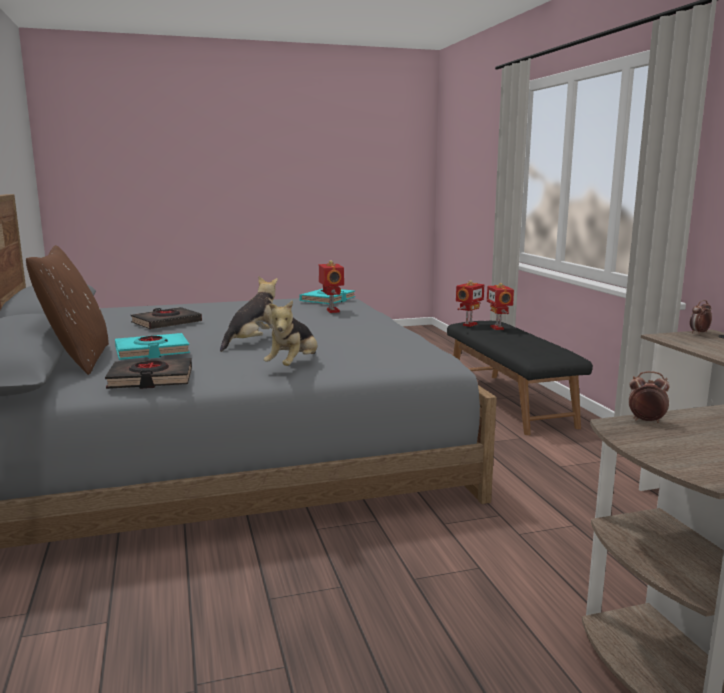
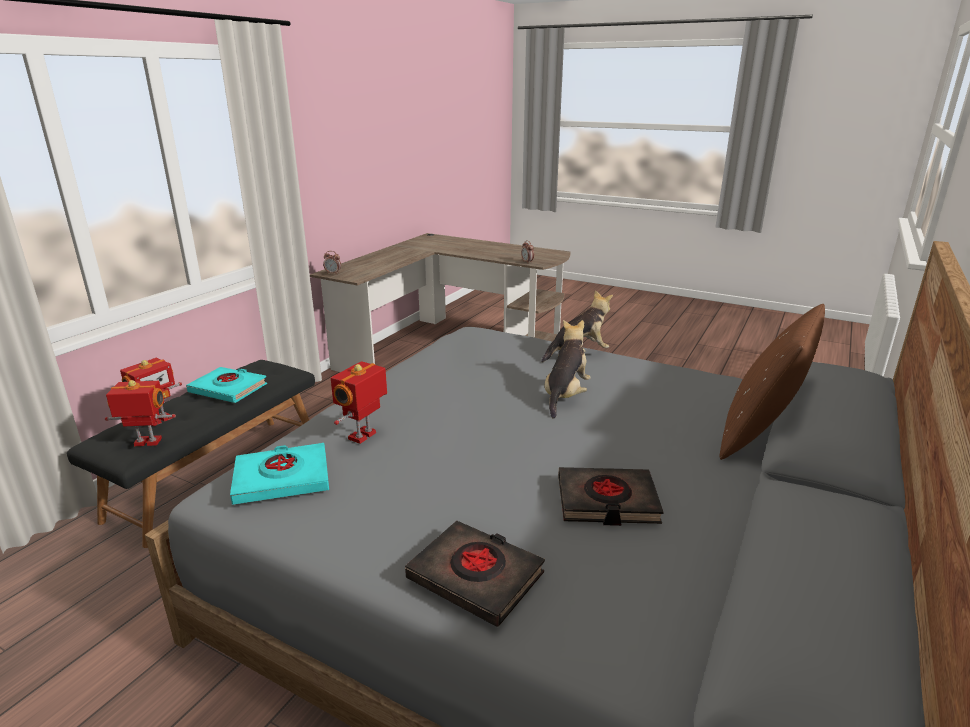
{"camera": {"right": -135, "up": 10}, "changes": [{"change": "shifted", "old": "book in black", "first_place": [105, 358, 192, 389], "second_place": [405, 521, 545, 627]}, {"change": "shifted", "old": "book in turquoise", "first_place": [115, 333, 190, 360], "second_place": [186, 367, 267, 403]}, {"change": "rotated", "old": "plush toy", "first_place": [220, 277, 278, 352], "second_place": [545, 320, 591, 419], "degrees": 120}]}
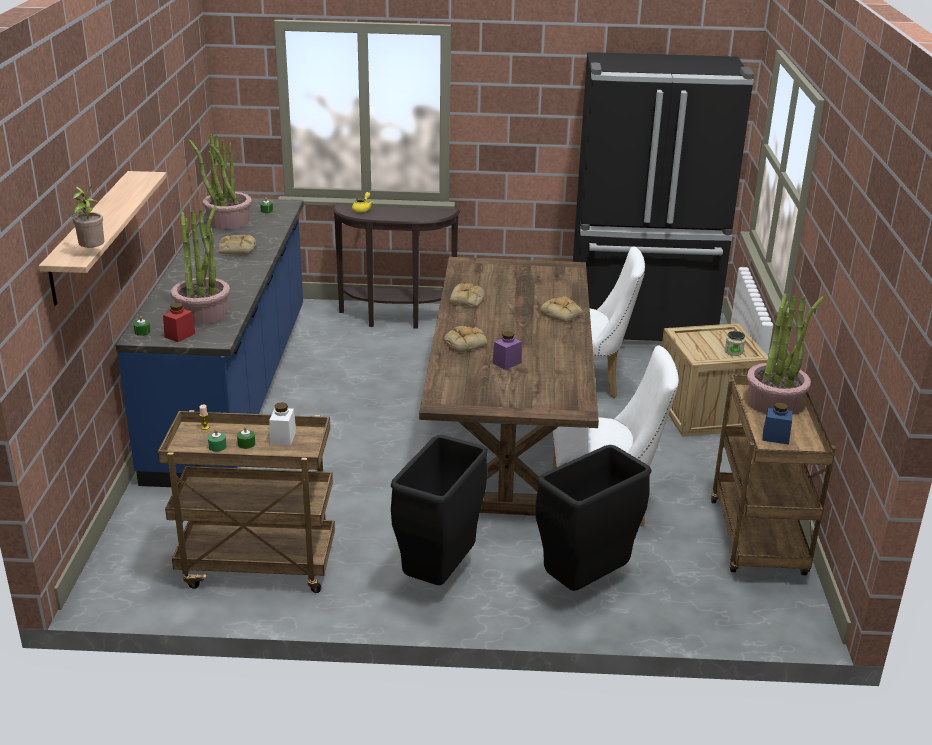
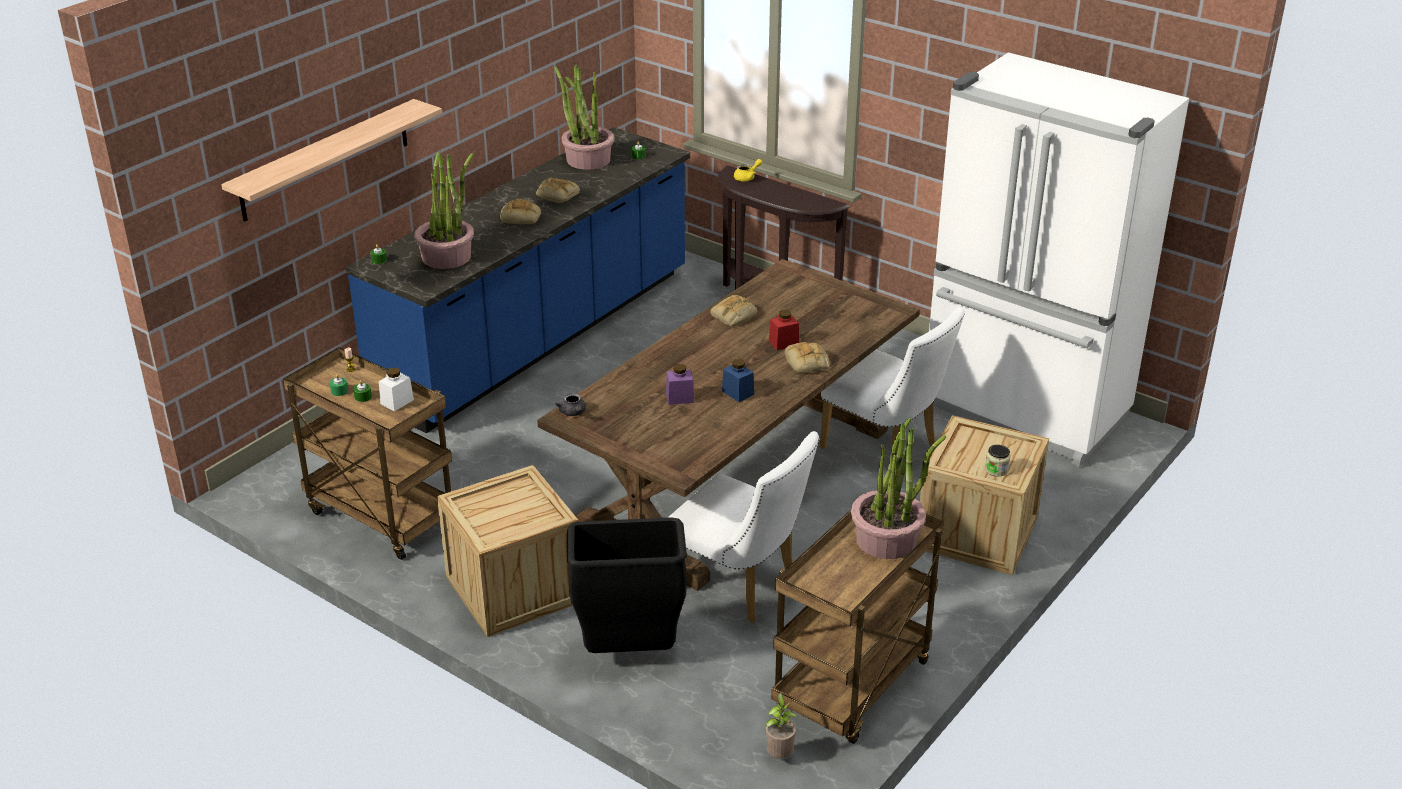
{"camera": {"right": 35, "up": 5}, "changes": [{"change": "new", "new": "teapot in grey", "second_place": [555, 393, 586, 416]}, {"change": "shifted", "old": "potted plant", "first_place": [72, 186, 104, 248], "second_place": [765, 693, 798, 759]}, {"change": "shifted", "old": "jar in red", "first_place": [163, 303, 195, 342], "second_place": [769, 310, 799, 350]}, {"change": "shifted", "old": "bread", "first_place": [444, 326, 487, 353], "second_place": [500, 198, 541, 224]}, {"change": "shifted", "old": "jar in blue", "first_place": [762, 403, 793, 445], "second_place": [722, 359, 754, 402]}, {"change": "swapped", "old": "trash can in black", "new": "crate", "first_place": [391, 435, 488, 585], "second_place": [437, 465, 579, 637]}, {"change": "repainted", "old": "fridge in black", "new": "fridge in white", "first_place": [573, 52, 754, 349], "second_place": [929, 52, 1189, 467]}]}
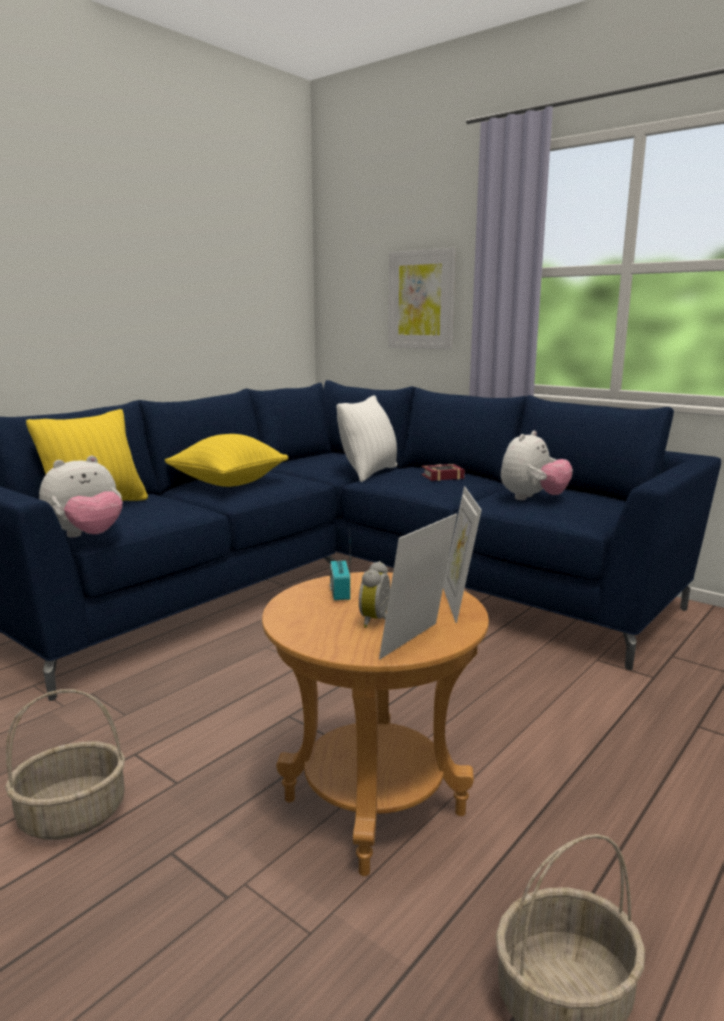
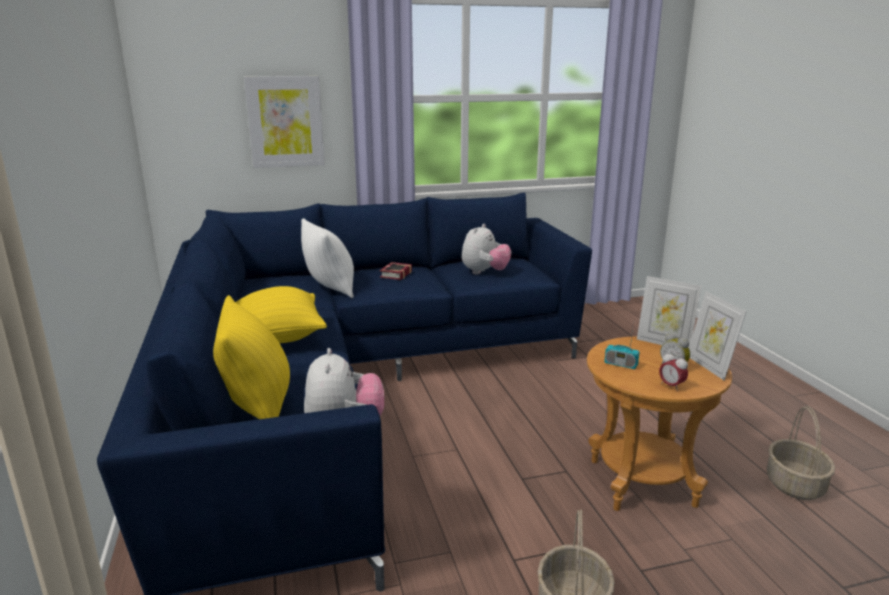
{"camera": {"right": -55, "up": 5}, "changes": [{"change": "new", "new": "alarm clock", "second_place": [659, 351, 688, 391]}, {"change": "rotated", "old": "plush toy", "first_place": [501, 431, 573, 500], "second_place": [462, 224, 511, 274], "degrees": 45}]}
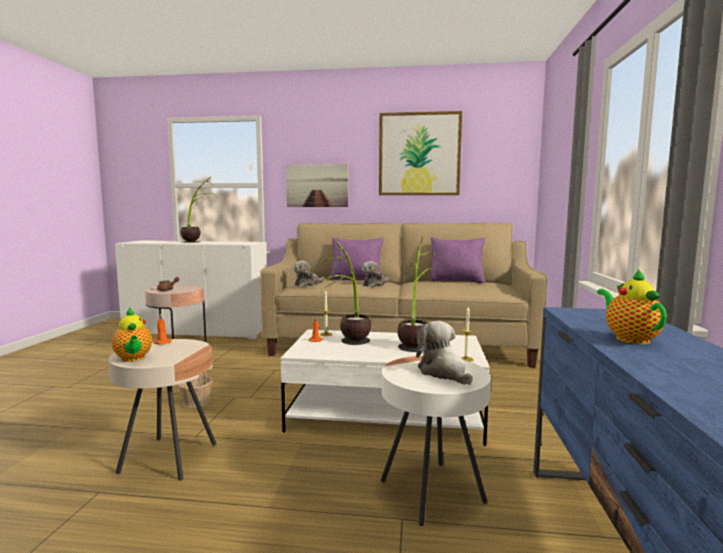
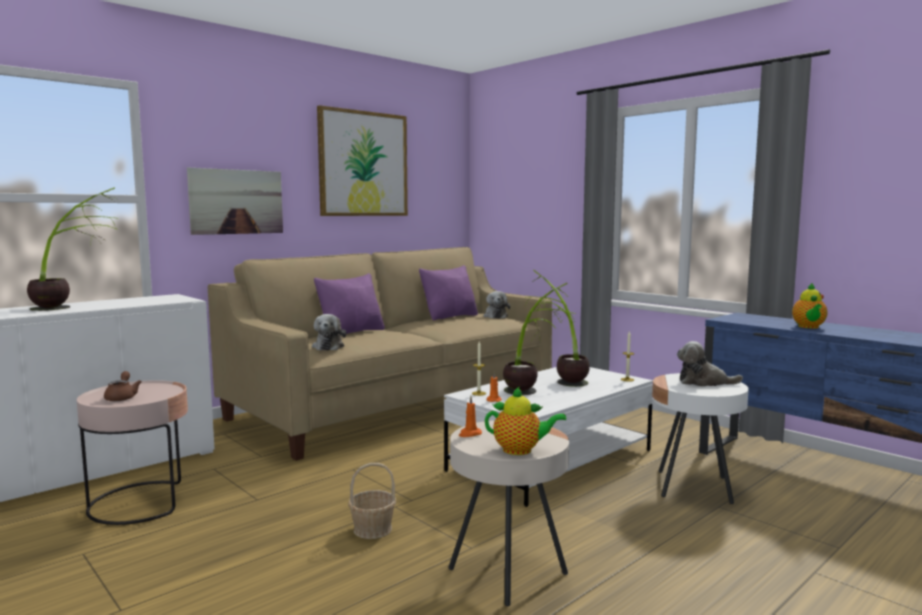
{"camera": {"right": -50, "up": 0}, "changes": [{"change": "shifted", "old": "plush toy", "first_place": [362, 261, 389, 287], "second_place": [483, 291, 510, 319]}, {"change": "rotated", "old": "teapot", "first_place": [597, 269, 667, 344], "second_place": [792, 283, 828, 329], "degrees": -105}]}
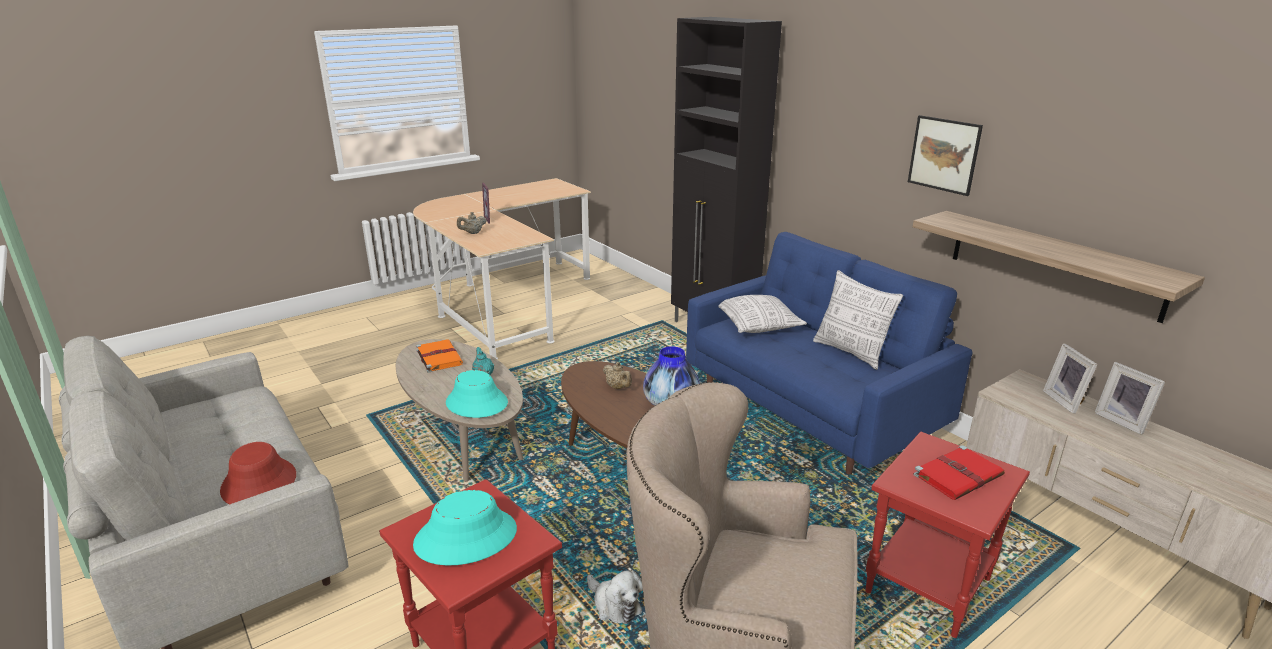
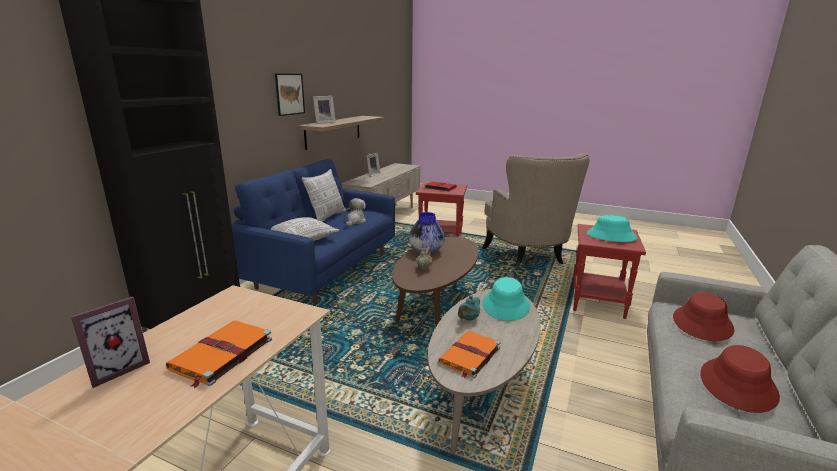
{"camera": {"right": -120, "up": -5}, "changes": [{"change": "new", "new": "hat in red", "second_place": [700, 345, 780, 413]}, {"change": "shifted", "old": "plush toy", "first_place": [587, 571, 643, 624], "second_place": [346, 198, 366, 226]}, {"change": "shifted", "old": "picture frame", "first_place": [1043, 344, 1098, 414], "second_place": [313, 96, 336, 123]}, {"change": "swapped", "old": "teapot in beige", "new": "book in orange", "first_place": [457, 212, 487, 234], "second_place": [166, 321, 272, 388]}]}
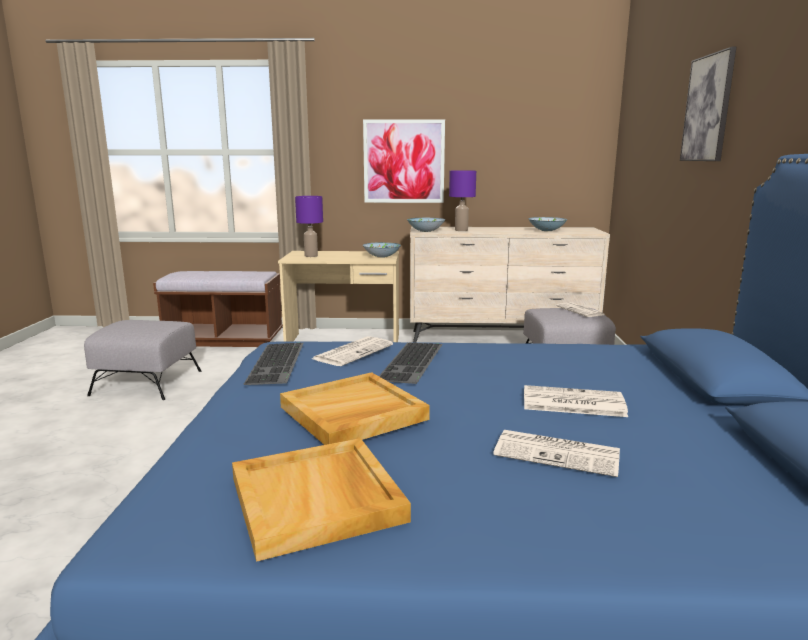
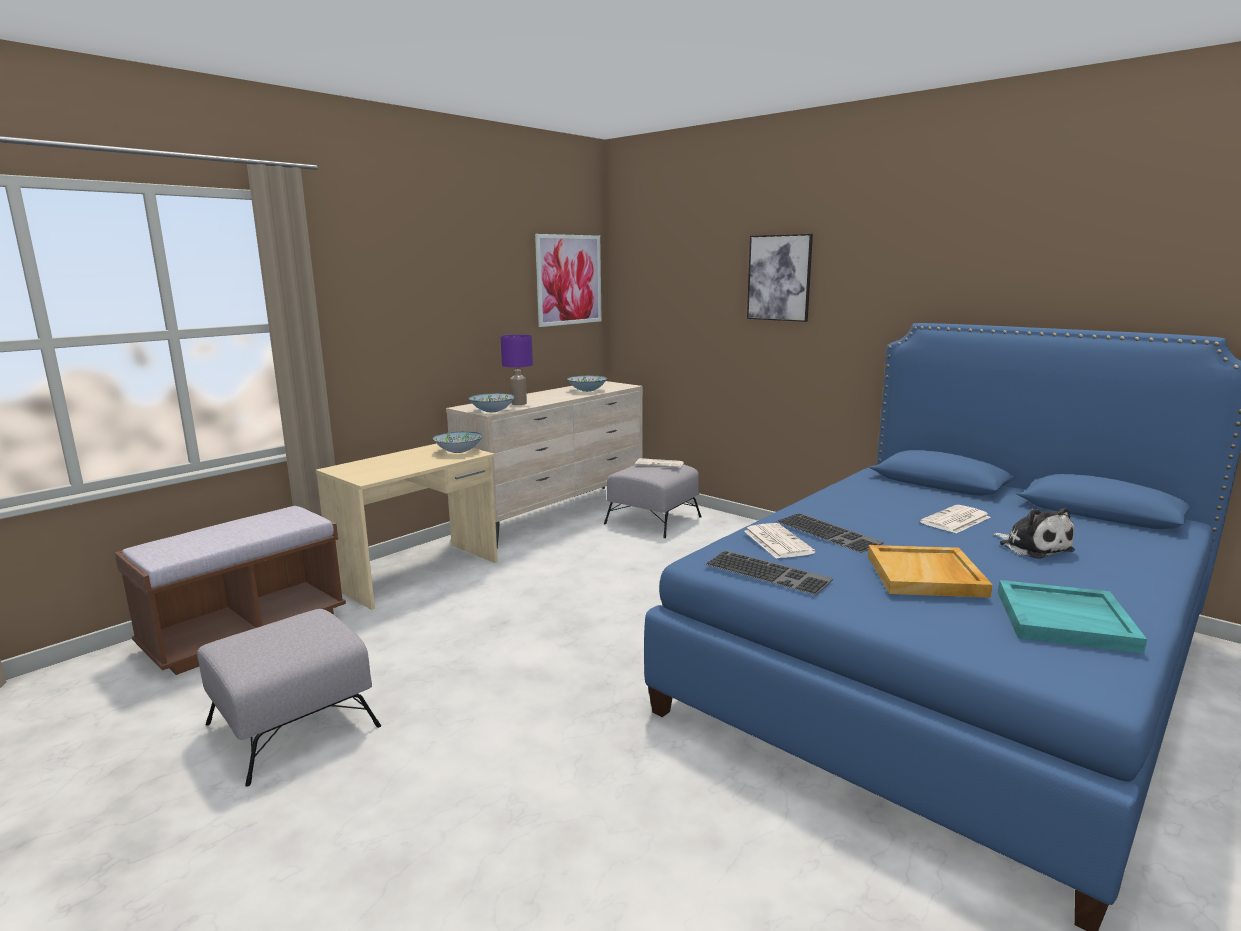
{"camera": {"right": -50, "up": 0}, "changes": [{"change": "gone", "old": "table lamp in purple", "first_place": [295, 196, 323, 257]}, {"change": "shifted", "old": "picture", "first_place": [363, 119, 445, 203], "second_place": [535, 234, 602, 327]}, {"change": "swapped", "old": "newspaper", "new": "plush toy", "first_place": [493, 430, 620, 477], "second_place": [993, 508, 1075, 559]}, {"change": "repainted", "old": "tray in beige", "new": "tray in turquoise", "first_place": [232, 438, 411, 562], "second_place": [998, 580, 1147, 654]}]}
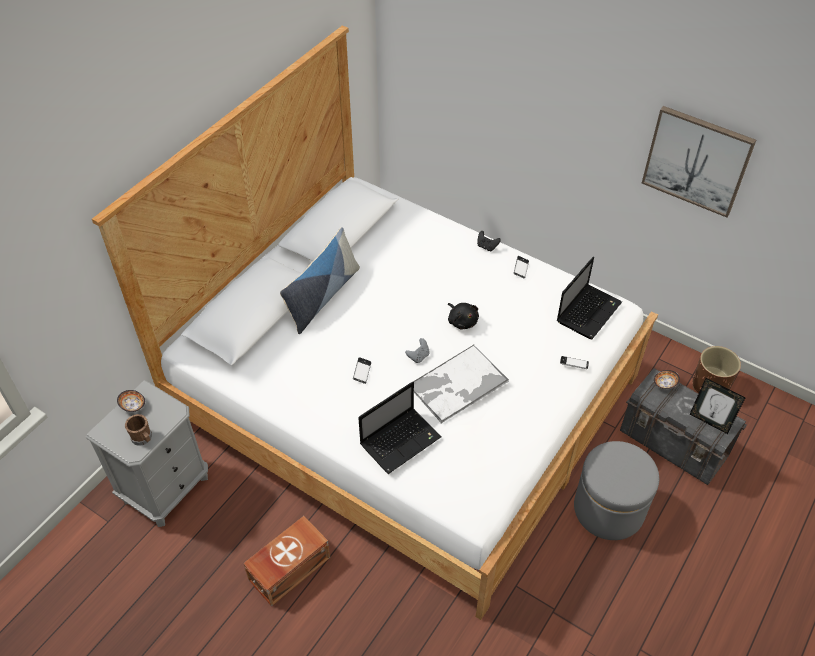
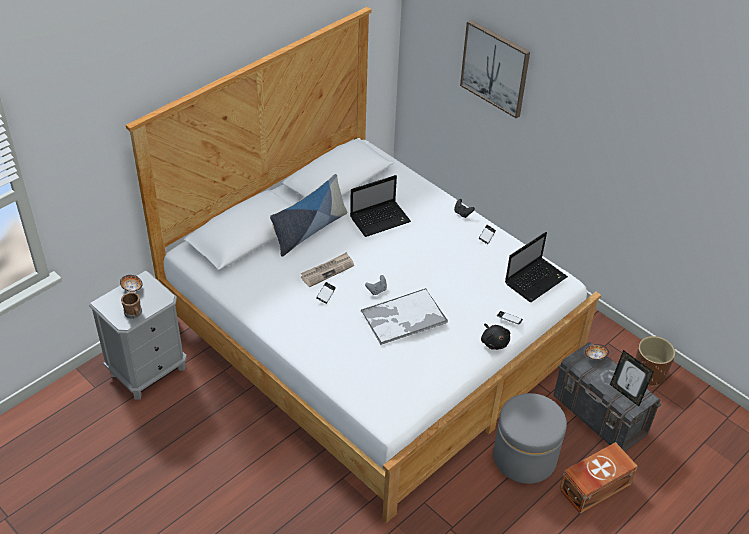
{"camera": {"right": 10, "up": -5}, "changes": [{"change": "new", "new": "newspaper", "second_place": [301, 252, 354, 287]}, {"change": "shifted", "old": "storage box in brown", "first_place": [243, 516, 330, 606], "second_place": [559, 442, 638, 514]}, {"change": "shifted", "old": "laptop", "first_place": [358, 381, 442, 474], "second_place": [350, 175, 411, 237]}, {"change": "shifted", "old": "plush toy in black", "first_place": [448, 303, 479, 329], "second_place": [481, 323, 510, 350]}, {"change": "shifted", "old": "picture", "first_place": [642, 106, 756, 218], "second_place": [460, 20, 530, 119]}]}
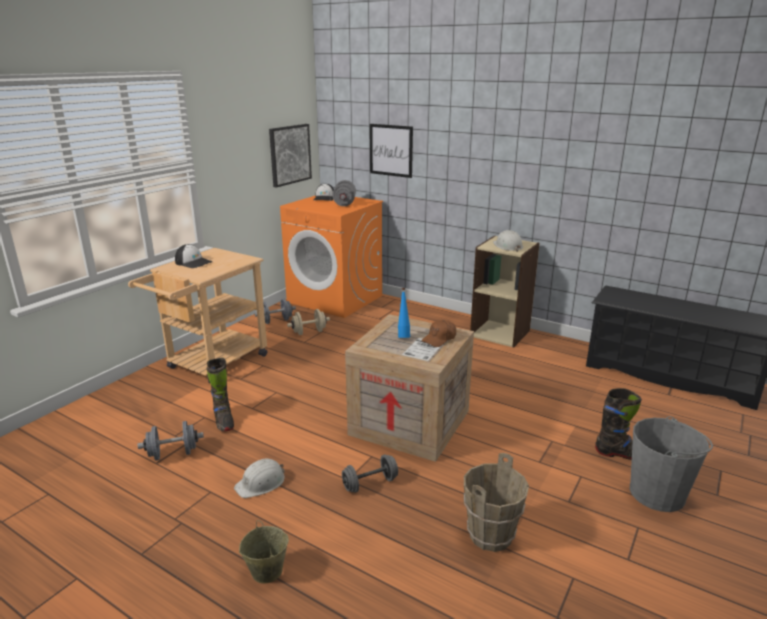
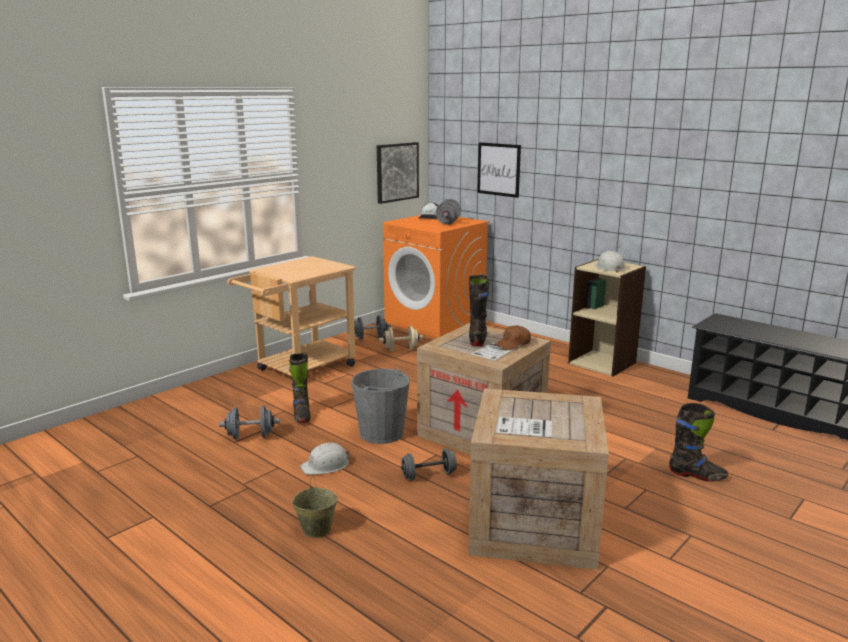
{"camera": {"right": 10, "up": -5}, "changes": [{"change": "gone", "old": "cap", "first_place": [175, 244, 212, 268]}, {"change": "shifted", "old": "bucket in grey", "first_place": [629, 416, 713, 512], "second_place": [352, 367, 410, 444]}, {"change": "swapped", "old": "bottle in blue", "new": "boot in black", "first_place": [398, 288, 410, 338], "second_place": [469, 275, 490, 346]}, {"change": "swapped", "old": "bucket in brown", "new": "crate", "first_place": [464, 453, 529, 552], "second_place": [468, 388, 609, 570]}]}
